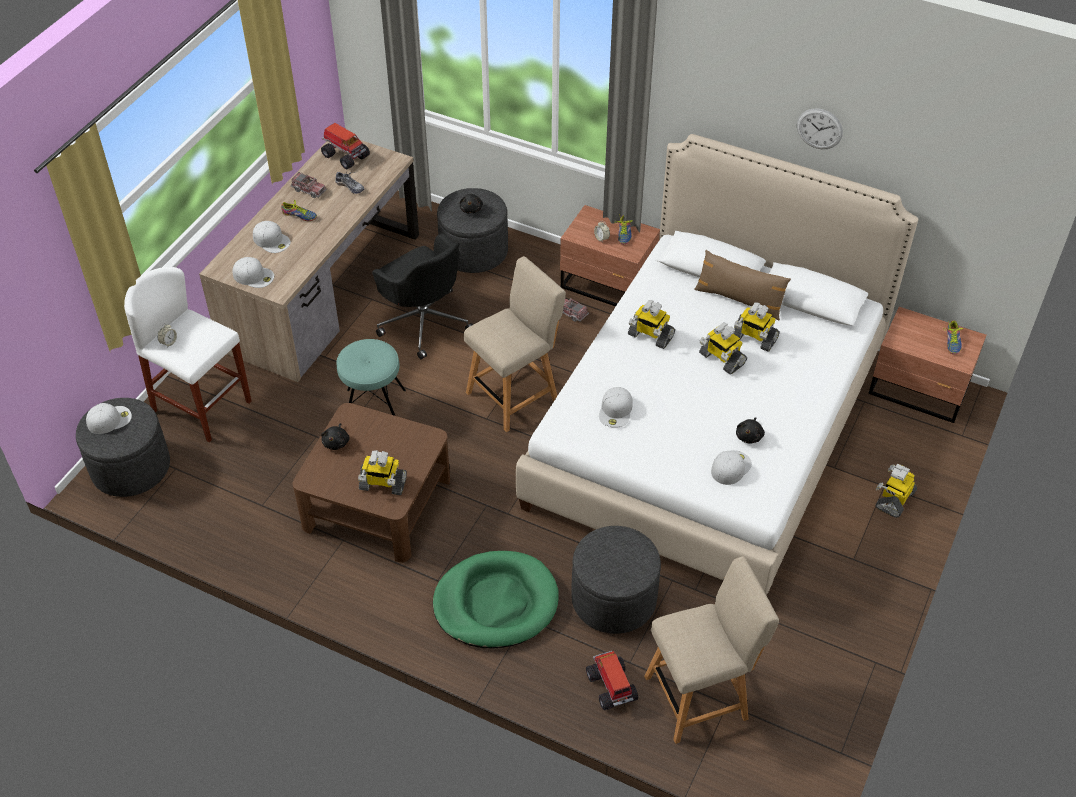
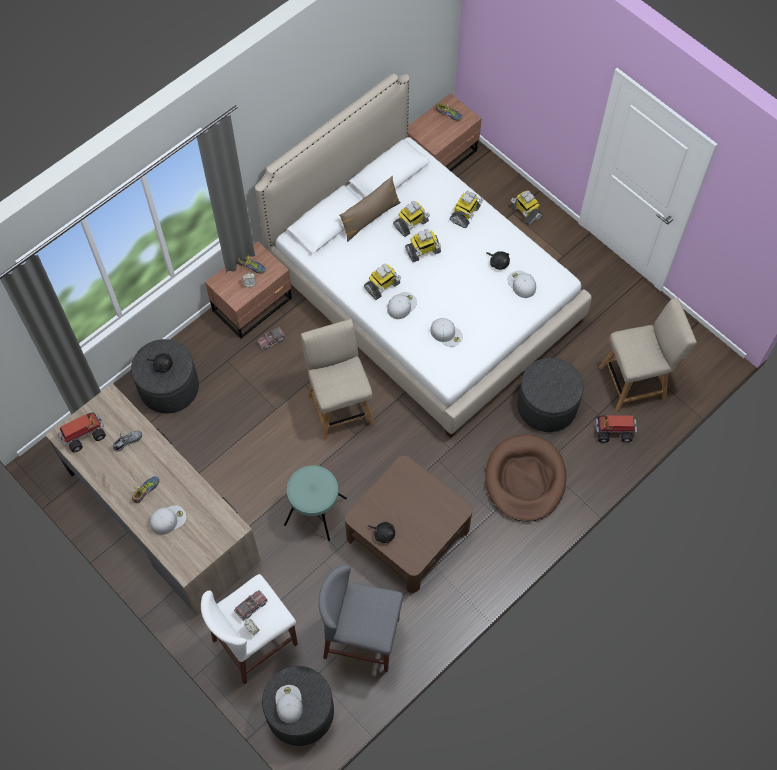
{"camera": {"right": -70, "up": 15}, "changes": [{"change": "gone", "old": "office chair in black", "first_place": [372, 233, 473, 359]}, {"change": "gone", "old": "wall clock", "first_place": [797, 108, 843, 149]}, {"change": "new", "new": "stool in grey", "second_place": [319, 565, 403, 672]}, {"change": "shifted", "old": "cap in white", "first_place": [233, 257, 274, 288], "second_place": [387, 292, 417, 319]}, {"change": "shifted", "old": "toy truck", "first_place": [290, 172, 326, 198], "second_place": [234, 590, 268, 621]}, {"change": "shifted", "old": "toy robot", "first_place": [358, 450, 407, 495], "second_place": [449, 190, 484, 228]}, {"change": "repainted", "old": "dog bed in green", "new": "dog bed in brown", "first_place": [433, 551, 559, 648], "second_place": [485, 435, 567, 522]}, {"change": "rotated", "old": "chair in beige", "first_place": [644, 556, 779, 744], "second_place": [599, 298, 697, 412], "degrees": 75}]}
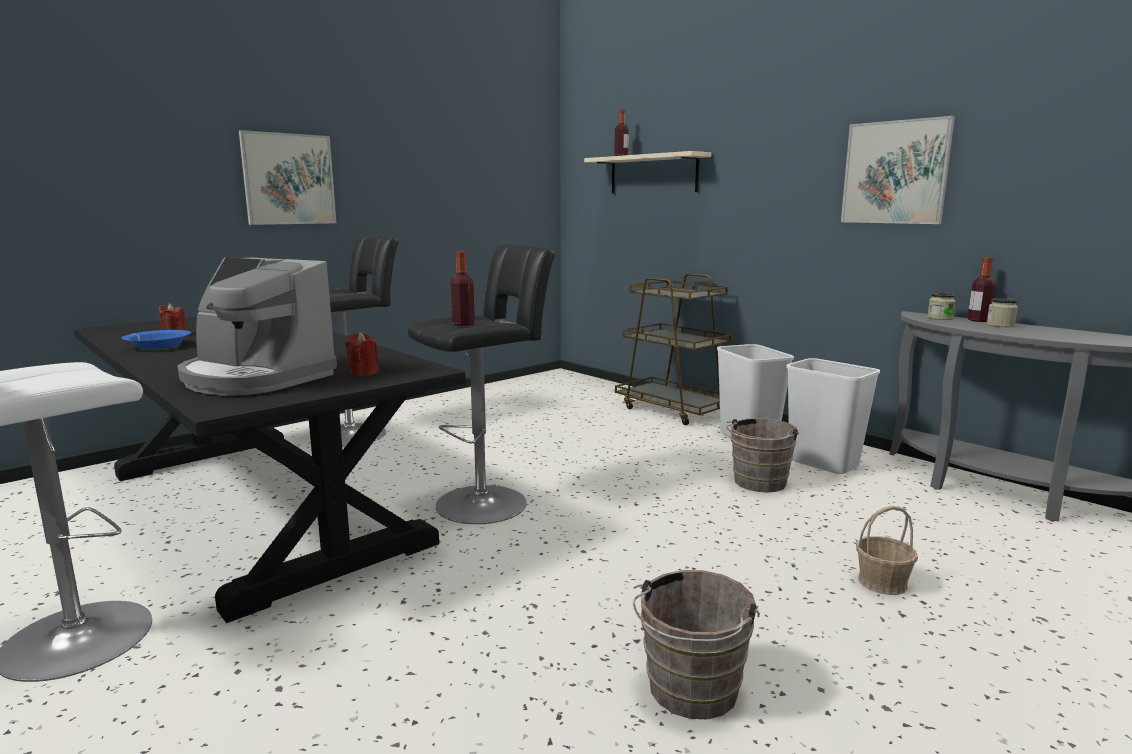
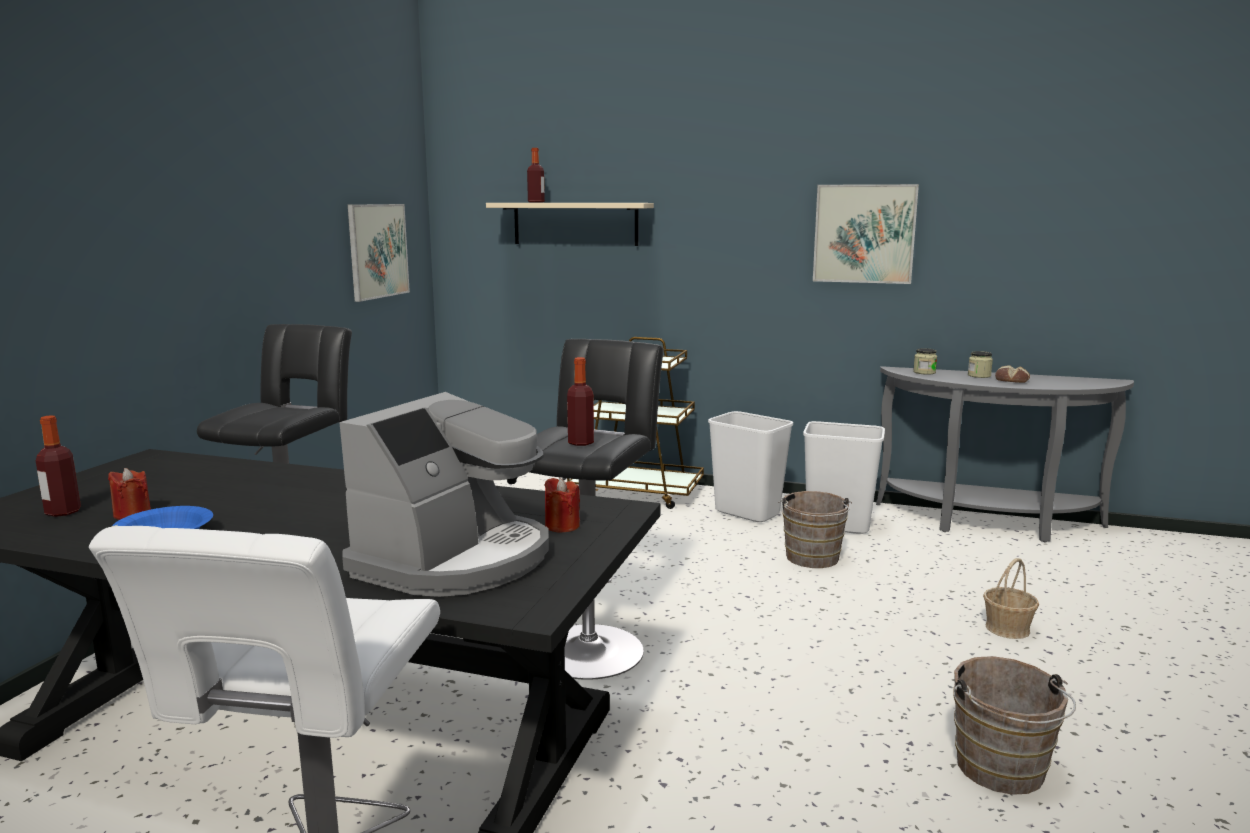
{"camera": {"right": -30, "up": 0}, "changes": [{"change": "new", "new": "bread", "second_place": [995, 365, 1030, 383]}, {"change": "shifted", "old": "picture", "first_place": [239, 130, 336, 225], "second_place": [348, 204, 410, 302]}, {"change": "shifted", "old": "bottle", "first_place": [968, 257, 996, 322], "second_place": [36, 415, 81, 517]}, {"change": "rotated", "old": "coffee machine", "first_place": [177, 257, 337, 396], "second_place": [339, 392, 549, 597], "degrees": -60}]}
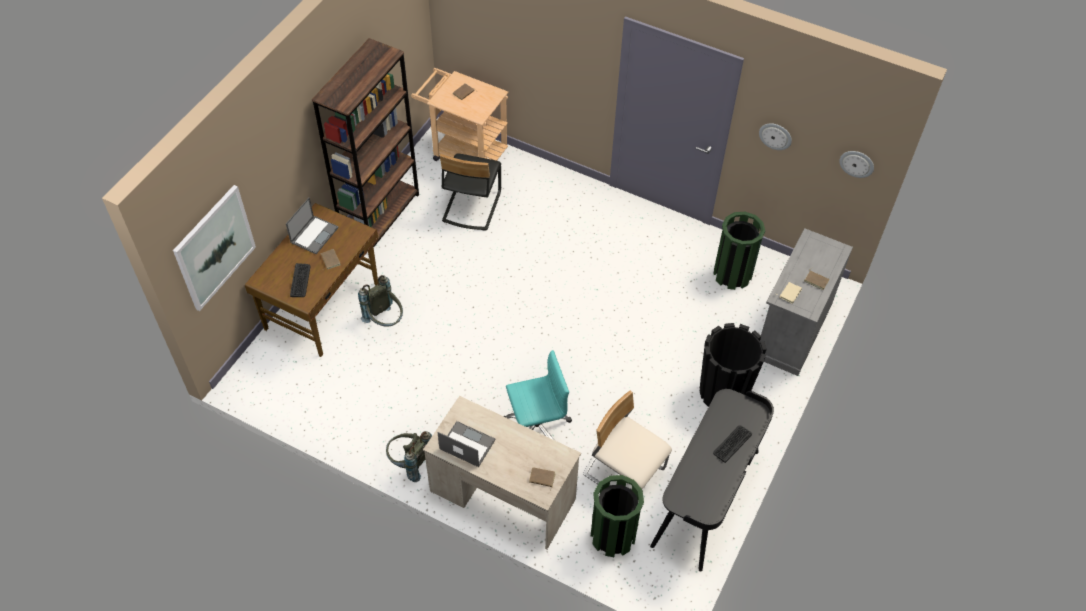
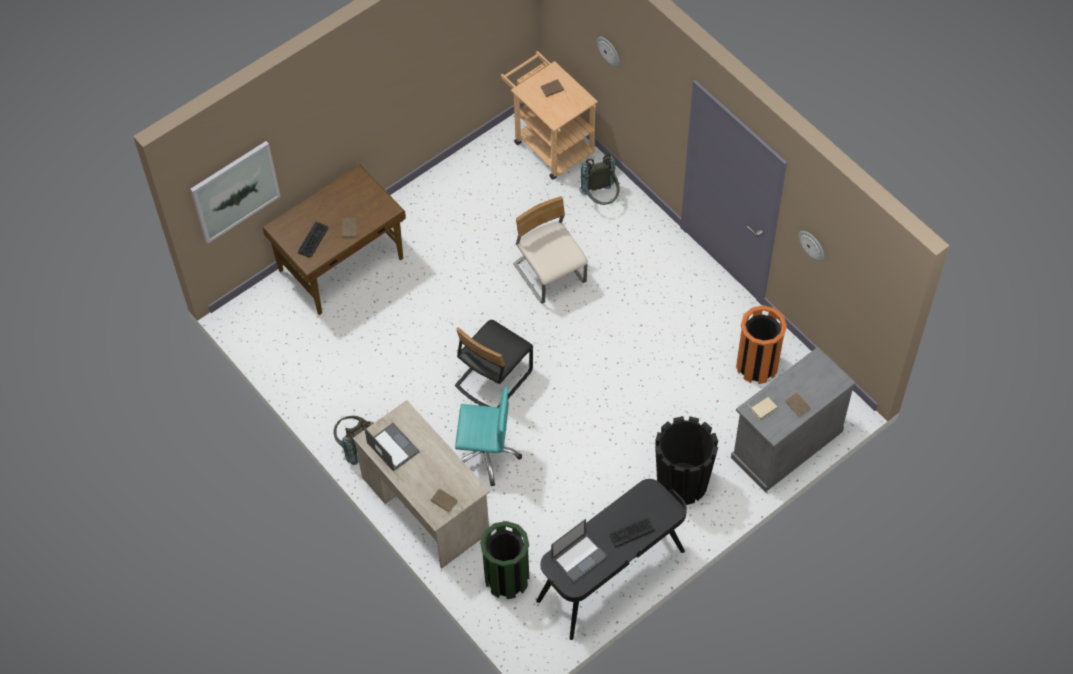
{"camera": {"right": 25, "up": 5}, "changes": [{"change": "gone", "old": "bookcase in brown", "first_place": [312, 38, 419, 247]}, {"change": "shifted", "old": "laptop", "first_place": [286, 197, 339, 254], "second_place": [551, 519, 608, 583]}, {"change": "shifted", "old": "backpack in grey", "first_place": [358, 275, 403, 326], "second_place": [579, 154, 620, 205]}, {"change": "shifted", "old": "chair in black", "first_place": [440, 153, 501, 231], "second_place": [455, 320, 533, 407]}, {"change": "shifted", "old": "chair in beige", "first_place": [583, 391, 672, 489], "second_place": [513, 196, 588, 304]}, {"change": "shifted", "old": "wall clock", "first_place": [839, 151, 874, 178], "second_place": [597, 37, 619, 67]}, {"change": "repainted", "old": "trash can in green", "new": "trash can in orange", "first_place": [713, 212, 765, 290], "second_place": [736, 305, 787, 384]}]}
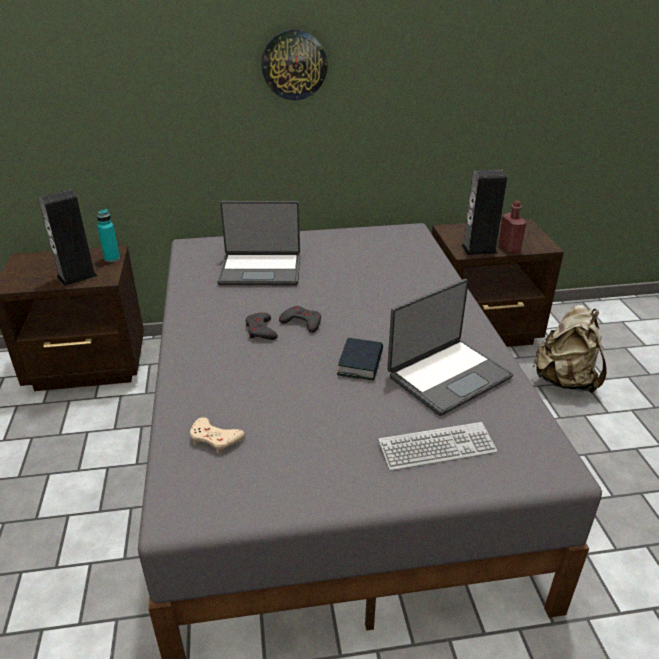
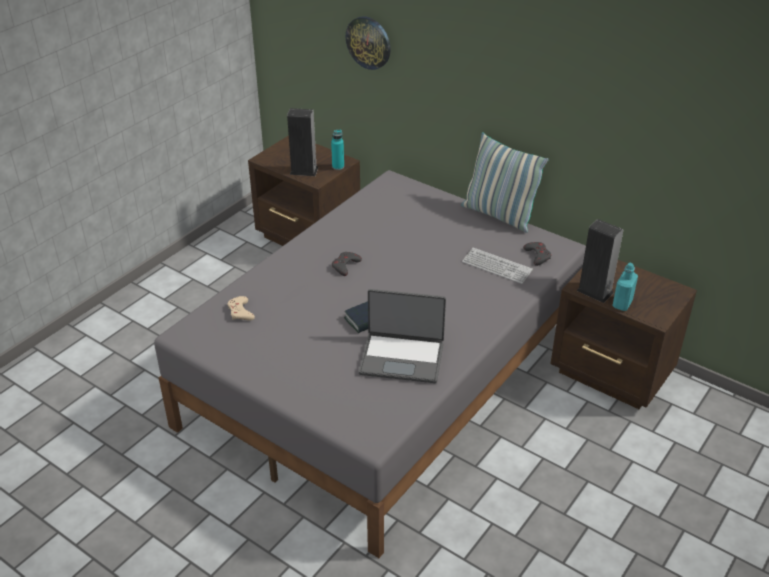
{"camera": {"right": 45, "up": 5}, "changes": [{"change": "gone", "old": "laptop", "first_place": [217, 201, 300, 285]}, {"change": "gone", "old": "backpack in beige", "first_place": [533, 305, 607, 393]}, {"change": "new", "new": "pillow", "second_place": [461, 132, 549, 232]}, {"change": "shifted", "old": "wall clock", "first_place": [261, 29, 328, 100], "second_place": [345, 16, 391, 70]}, {"change": "shifted", "old": "game controller in grey", "first_place": [279, 306, 321, 333], "second_place": [523, 242, 551, 266]}, {"change": "shifted", "old": "keyboard", "first_place": [378, 422, 497, 471], "second_place": [462, 248, 533, 284]}, {"change": "repainted", "old": "bottle in red", "new": "bottle in turquoise", "first_place": [498, 200, 526, 253], "second_place": [612, 263, 638, 311]}]}
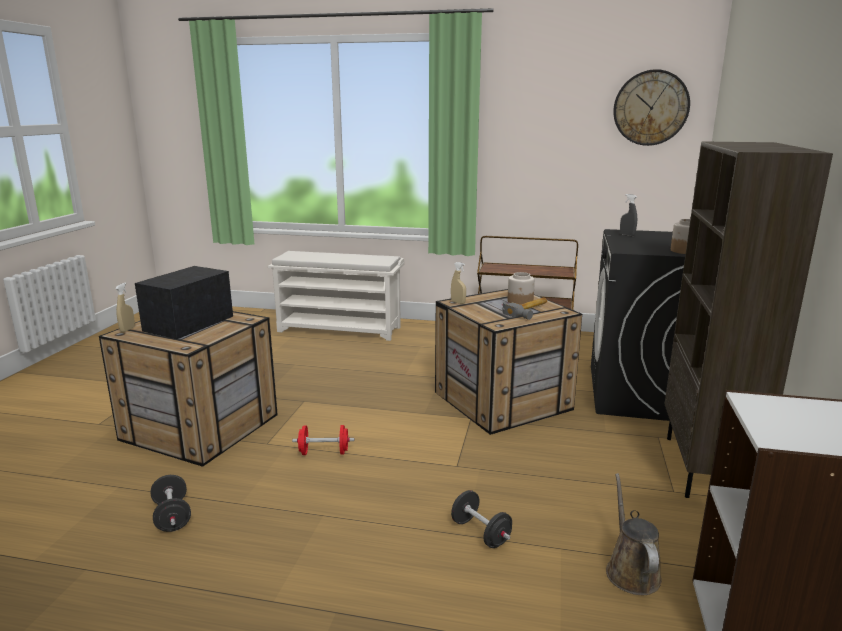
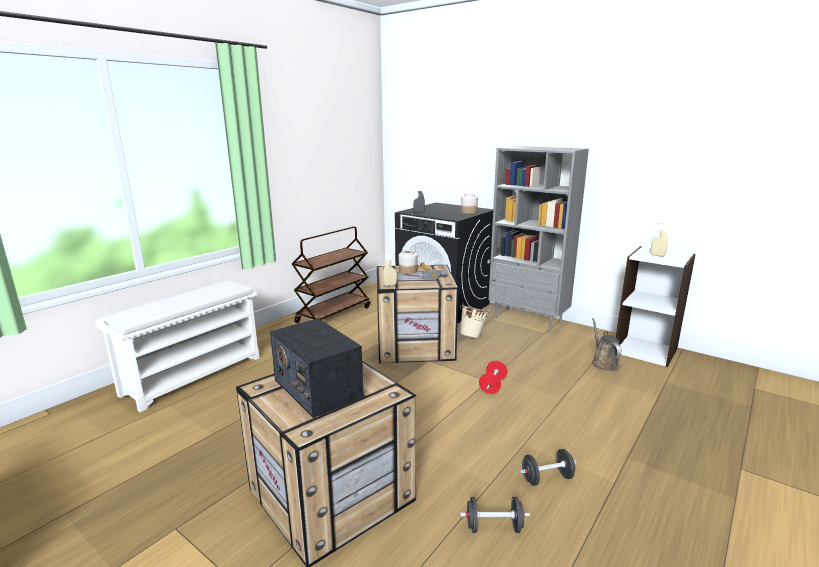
{"camera": {"right": -65, "up": 0}, "changes": [{"change": "gone", "old": "wall clock", "first_place": [613, 69, 690, 146]}, {"change": "new", "new": "bucket in beige", "second_place": [459, 304, 490, 339]}, {"change": "shifted", "old": "spray bottle in beige", "first_place": [115, 283, 135, 332], "second_place": [651, 223, 668, 257]}, {"change": "shifted", "old": "dumbbell in red", "first_place": [292, 425, 354, 455], "second_place": [479, 361, 507, 394]}, {"change": "shifted", "old": "dumbbell in black", "first_place": [451, 490, 512, 548], "second_place": [520, 449, 577, 486]}, {"change": "repainted", "old": "bookcase in brown", "new": "bookcase in grey", "first_place": [665, 141, 833, 498], "second_place": [488, 146, 589, 332]}, {"change": "rotated", "old": "watering can in brown", "first_place": [606, 473, 662, 595], "second_place": [592, 318, 622, 371], "degrees": 60}]}
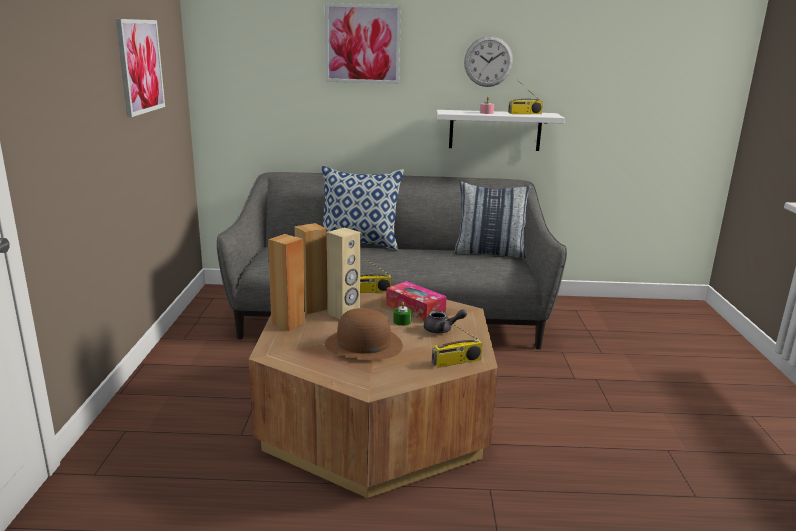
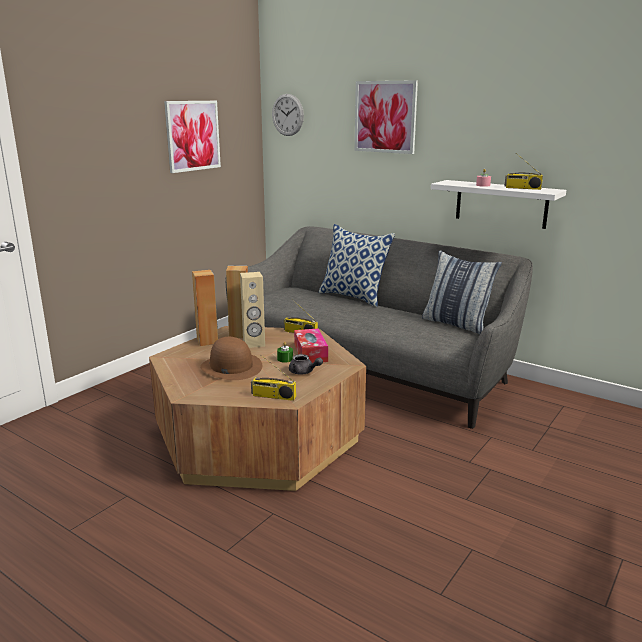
{"camera": {"right": 35, "up": 0}, "changes": [{"change": "shifted", "old": "wall clock", "first_place": [464, 36, 513, 87], "second_place": [272, 94, 304, 136]}]}
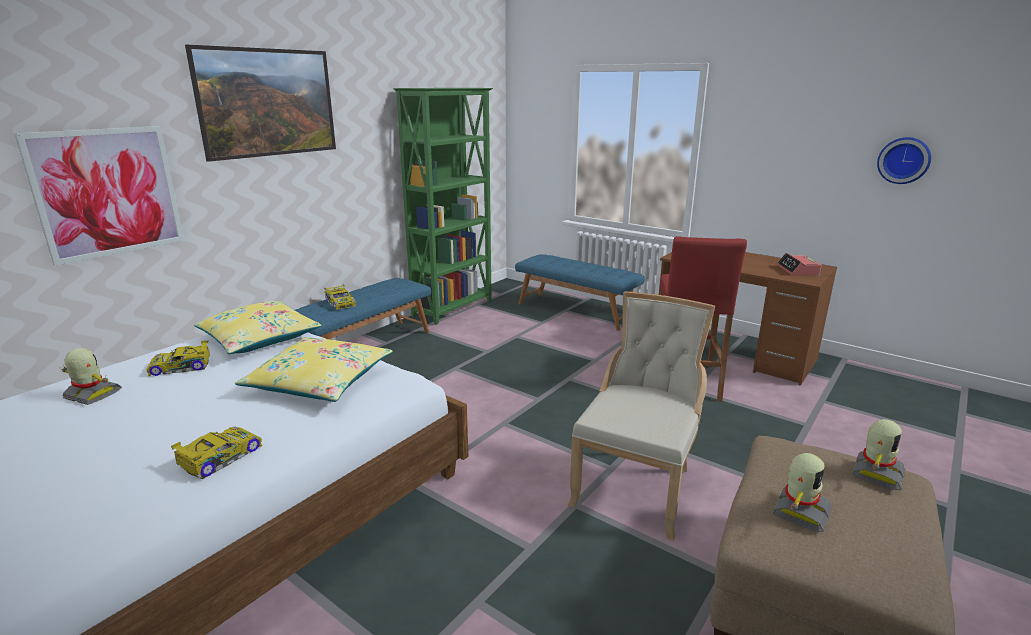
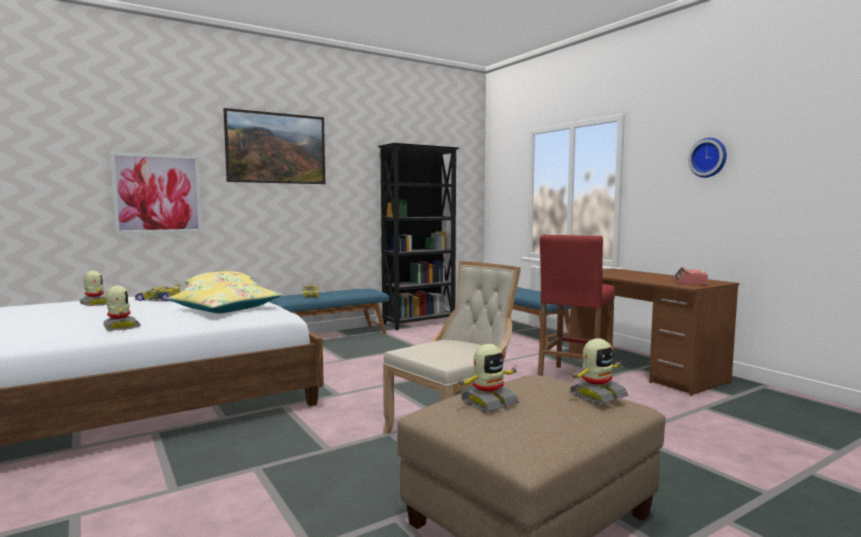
{"camera": {"right": 20, "up": -15}, "changes": [{"change": "shifted", "old": "wall clock", "first_place": [877, 137, 931, 184], "second_place": [688, 138, 727, 178]}, {"change": "swapped", "old": "toy car", "new": "toy robot", "first_place": [171, 426, 262, 479], "second_place": [103, 286, 141, 331]}, {"change": "repainted", "old": "bookcase in green", "new": "bookcase in black", "first_place": [393, 88, 493, 325], "second_place": [378, 143, 459, 330]}]}
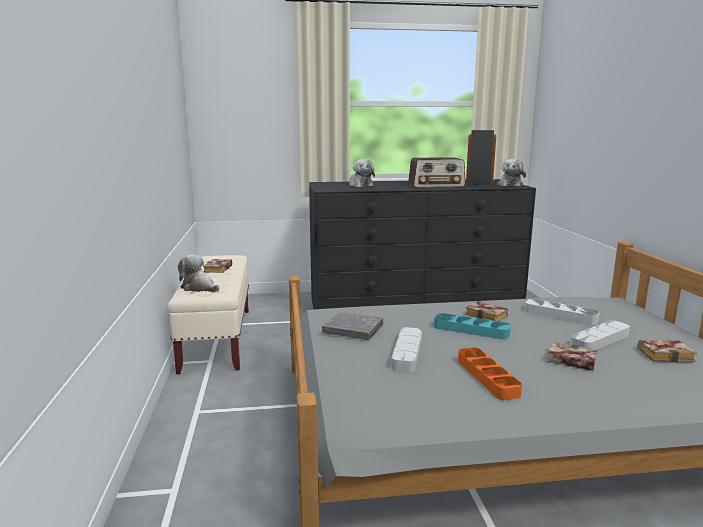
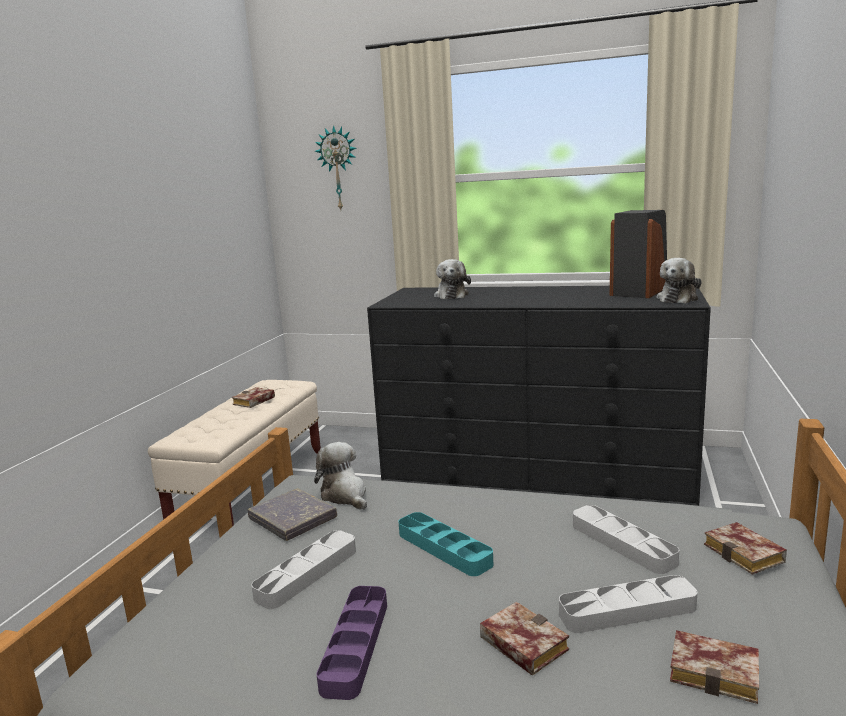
{"camera": {"right": 25, "up": 0}, "changes": [{"change": "gone", "old": "radio", "first_place": [408, 157, 465, 188]}, {"change": "new", "new": "wall clock", "second_place": [315, 125, 357, 210]}, {"change": "shifted", "old": "plush toy", "first_place": [178, 254, 220, 292], "second_place": [314, 442, 367, 510]}, {"change": "shifted", "old": "book", "first_place": [465, 301, 508, 321], "second_place": [704, 522, 787, 575]}, {"change": "repainted", "old": "tray in orange", "new": "tray in purple", "first_place": [458, 347, 522, 400], "second_place": [316, 586, 387, 700]}]}
